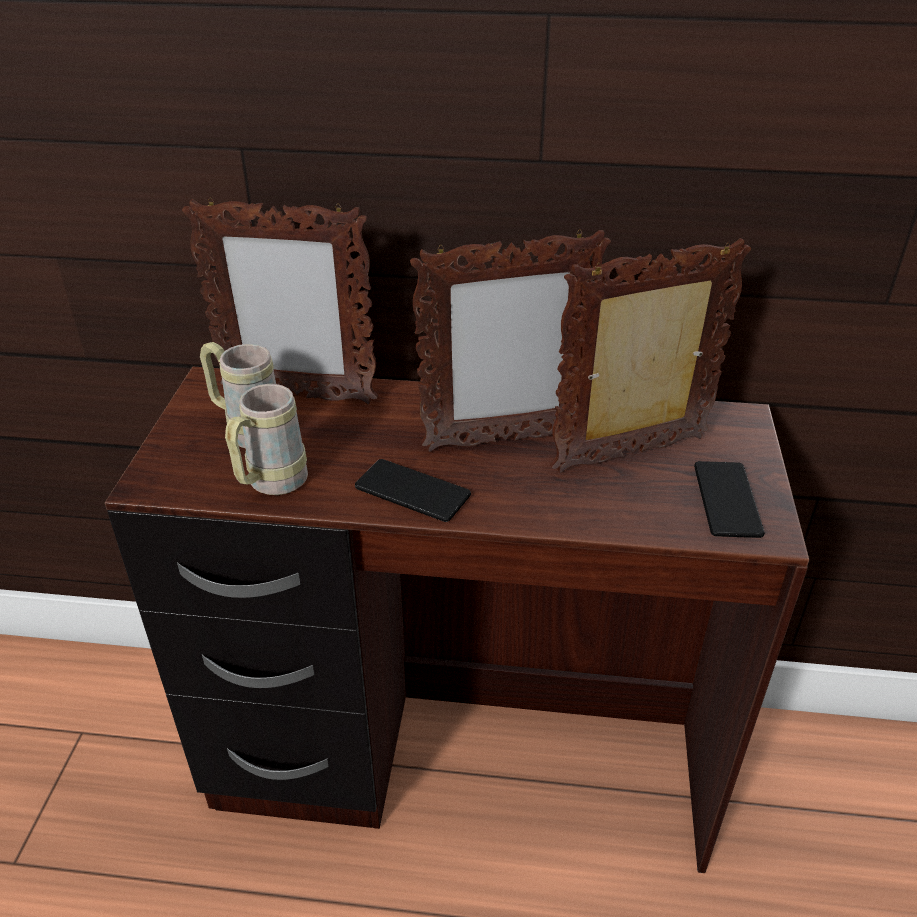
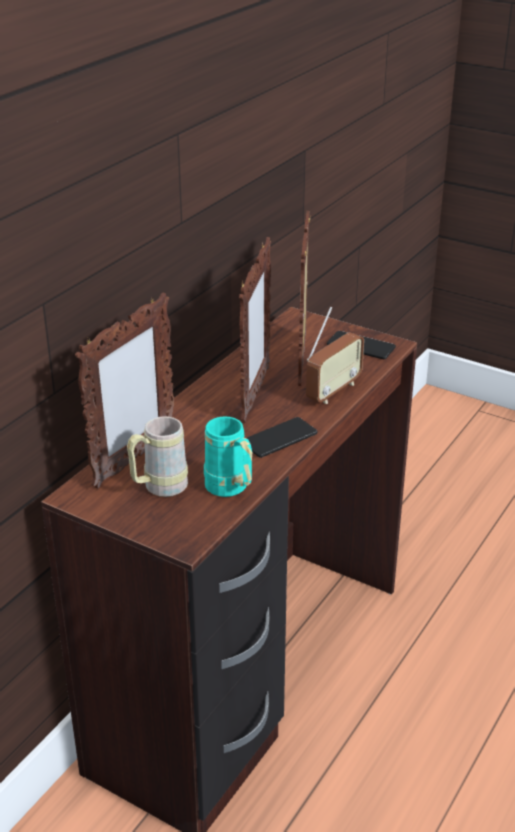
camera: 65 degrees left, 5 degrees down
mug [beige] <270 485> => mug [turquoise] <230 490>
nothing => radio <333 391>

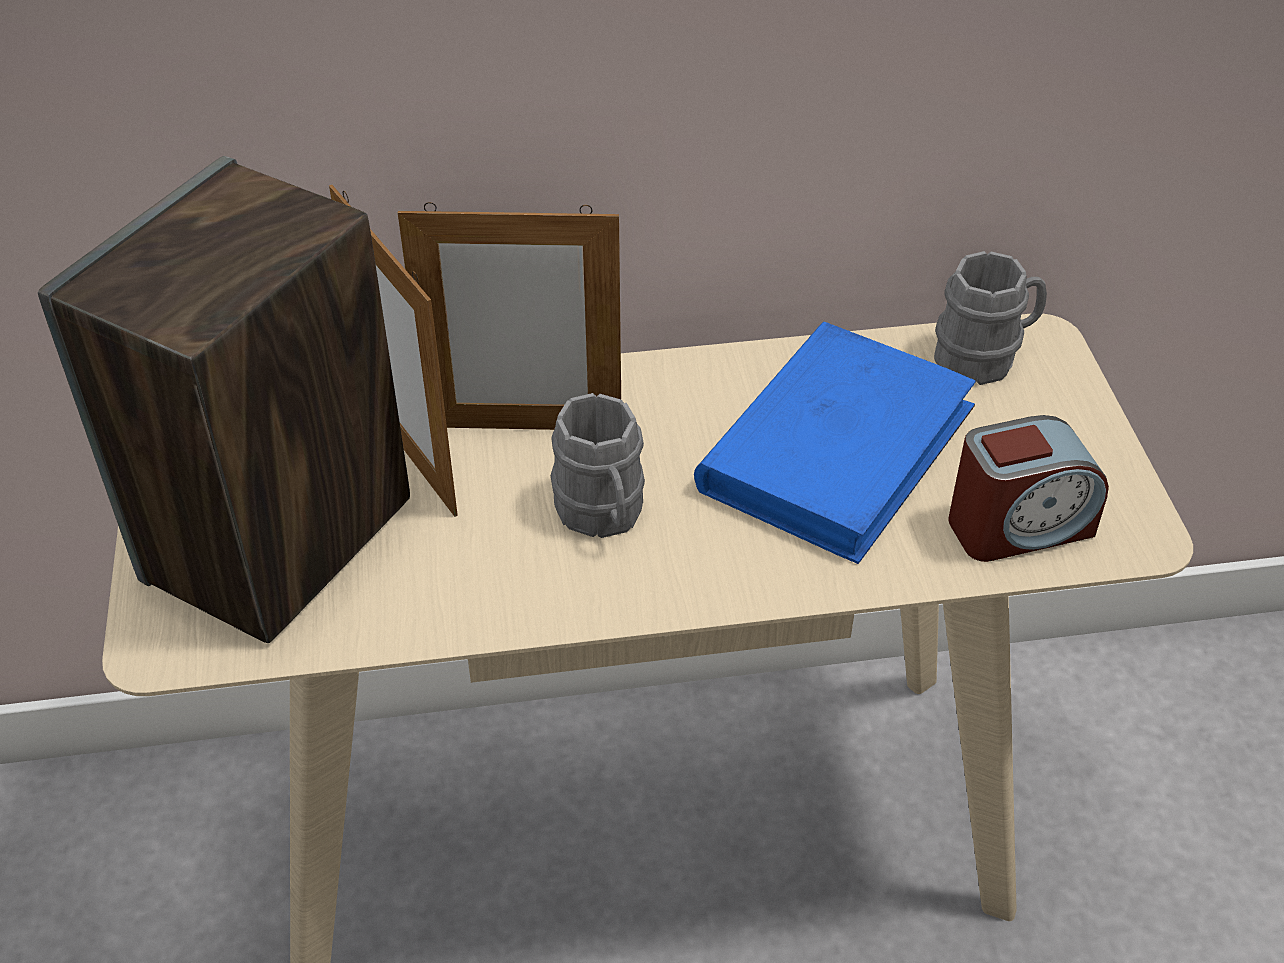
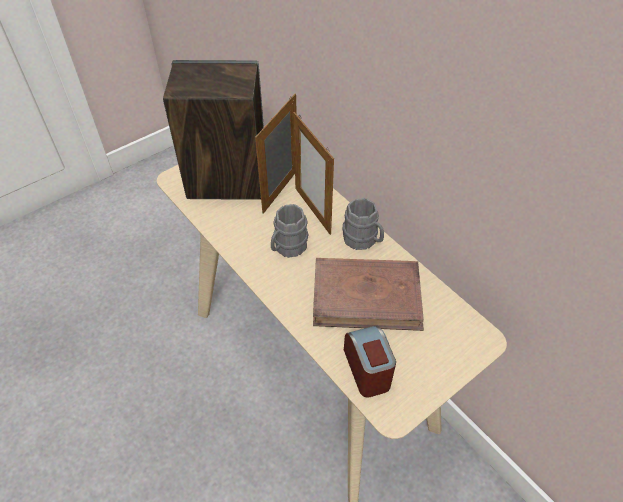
camera: 60 degrees right, 5 degrees up
livre [bleu] <837 448> => livre [marron] <367 297>
mug [gris] <985 356> => mug [gris] <363 240>, moved
réveil <1018 526> => réveil <368 369>, 150 degrees counterclockwise

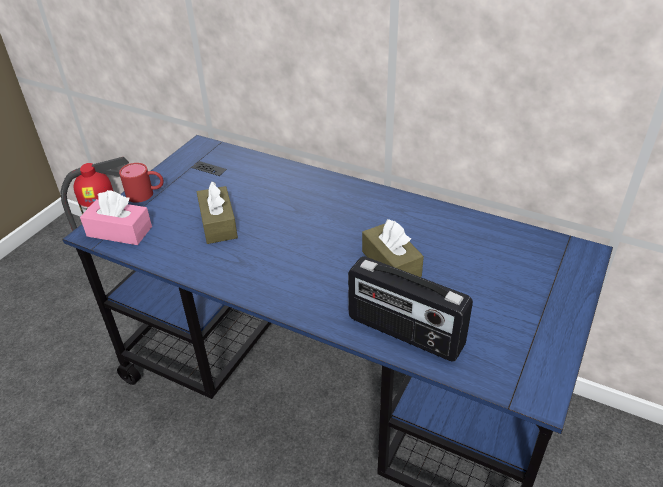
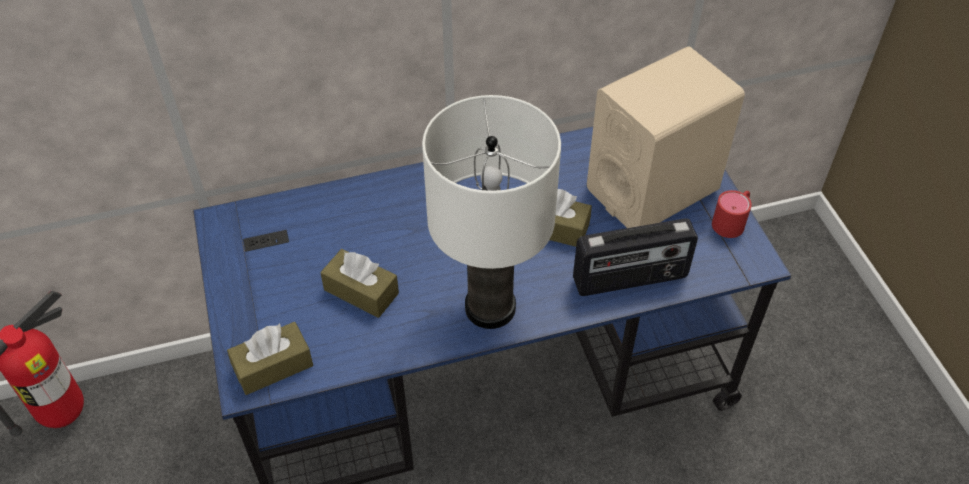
camera: 45 degrees left, 10 degrees up
boîte à mouchoirs [rose] <119 231> => boîte à mouchoirs [marron] <273 366>
nothing => lampe de table [blanc] <490 308>
nothing => enceinte [beige] <652 189>
mug [rouge] <146 194> => mug [rouge] <732 221>, moved

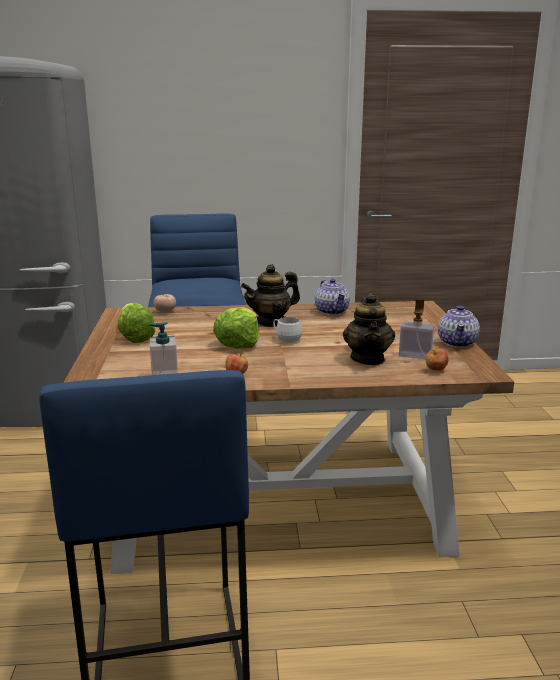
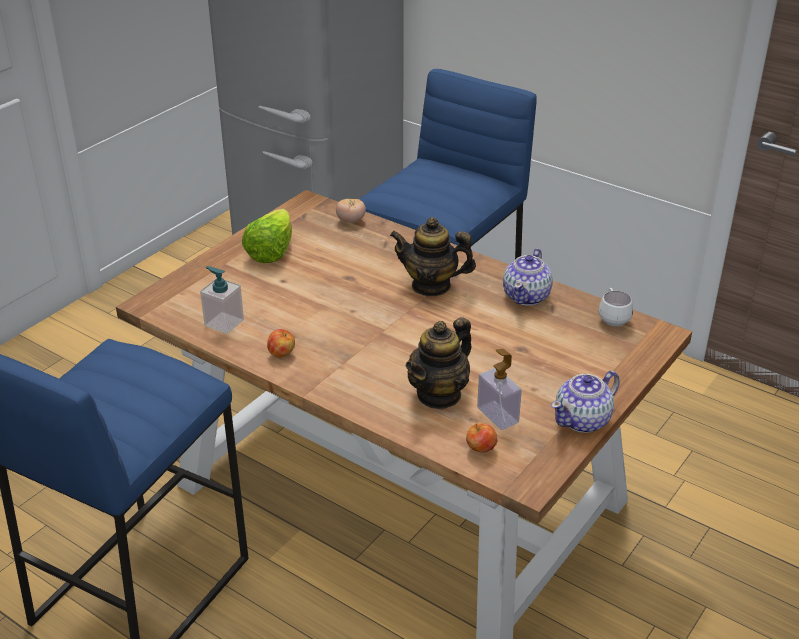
camera: 40 degrees right, 15 degrees up
mug [blanc] <285 339> => mug [blanc] <612 317>, moved
laitue <238 343> => nothing

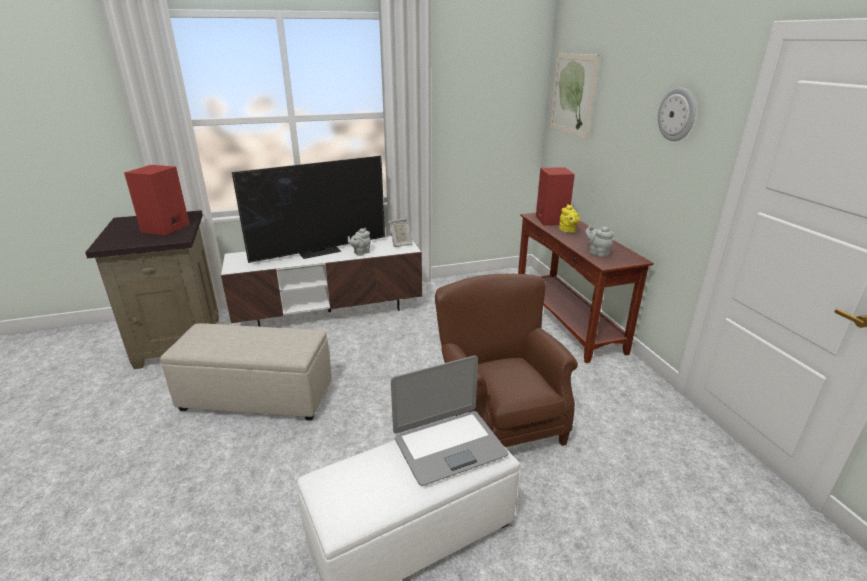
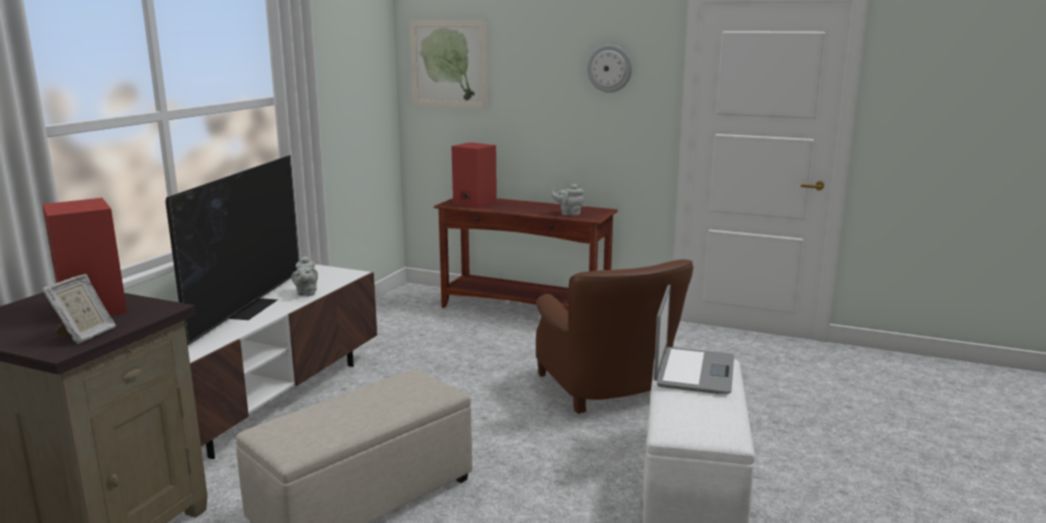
camera: 50 degrees left, 10 degrees down
cadre photo <400 244> => cadre photo <84 335>, moved
fauteuil [marron] <499 417> => fauteuil [marron] <606 390>, 135 degrees counterclockwise
théière [jaune] <568 231> => nothing

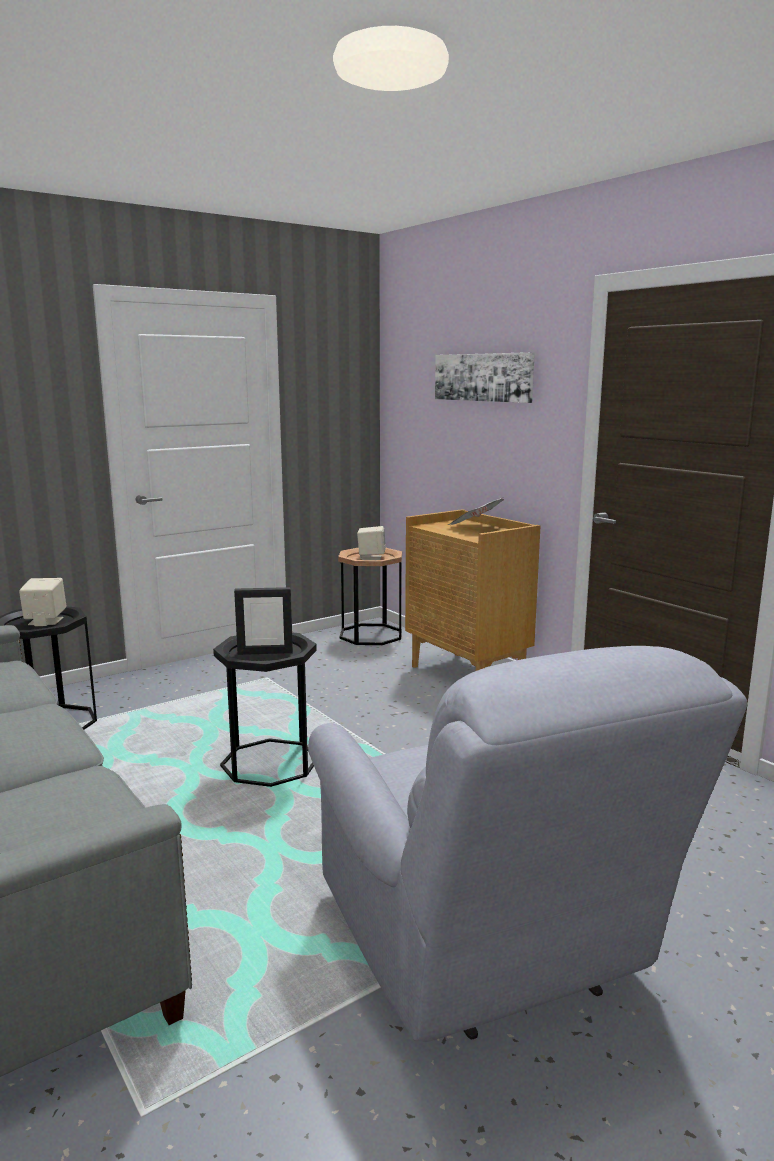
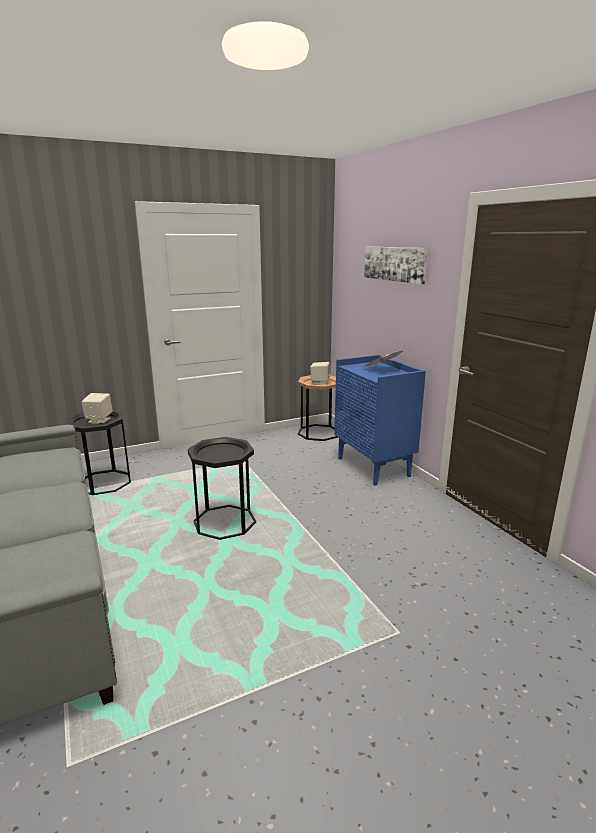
camera: 10 degrees right, 5 degrees up
meuble de rangement [marron] <467 674> => meuble de rangement [bleu] <373 467>
cadre photo <265 652> => nothing
fauteuil [gris] <488 953> => nothing

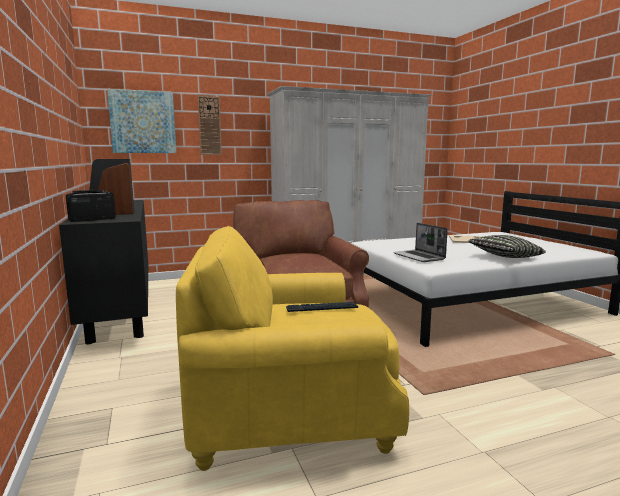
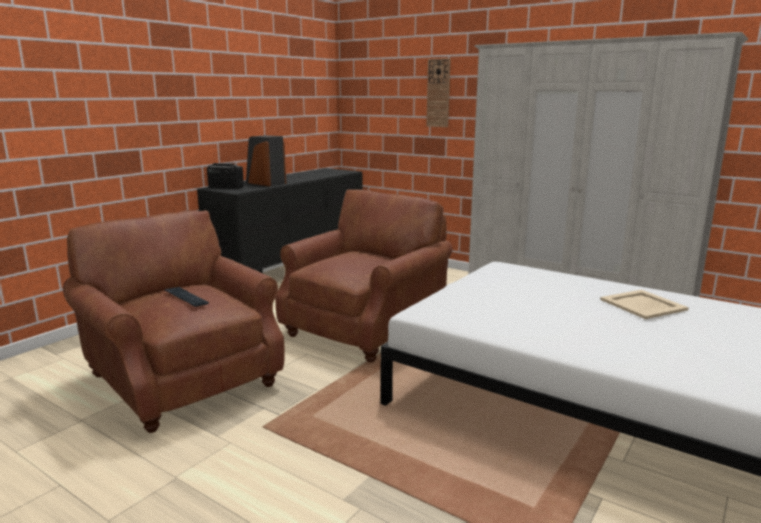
camera: 55 degrees right, 5 degrees up
fauteuil [jaune] <290 414> => fauteuil [marron] <182 380>
tableau <143 122> => nothing
ordinateur portable <419 257> => nothing
coussin <504 257> => nothing

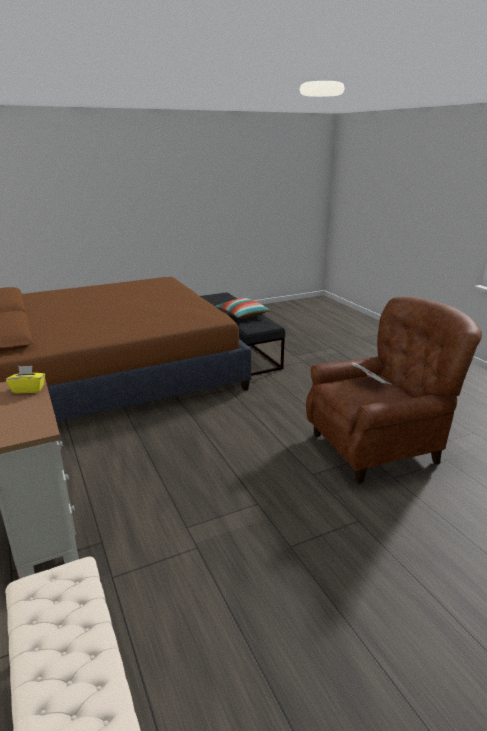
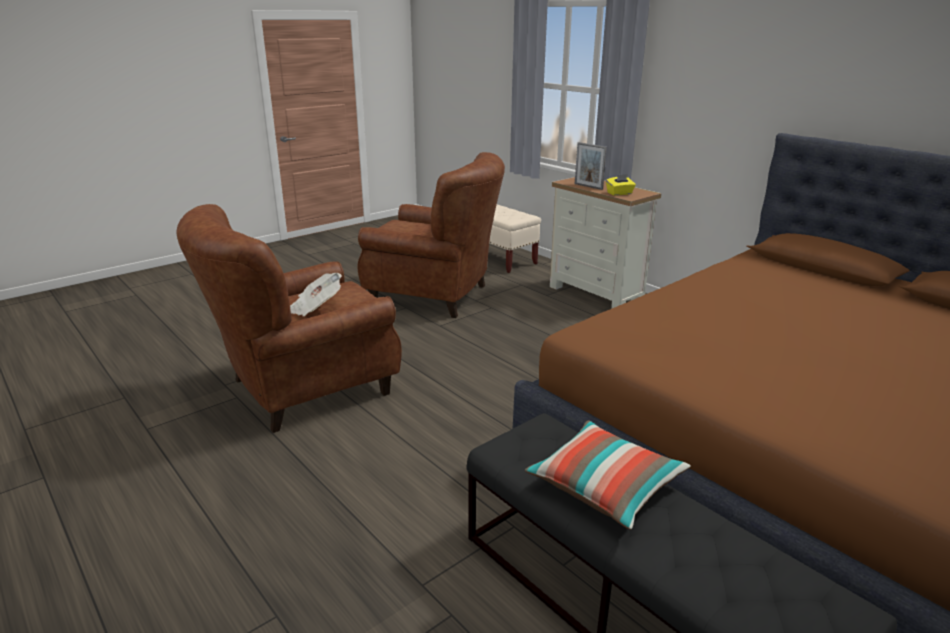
camera: 165 degrees right, 0 degrees up
nothing => fauteuil [marron] <435 296>
nothing => cadre photo <588 186>

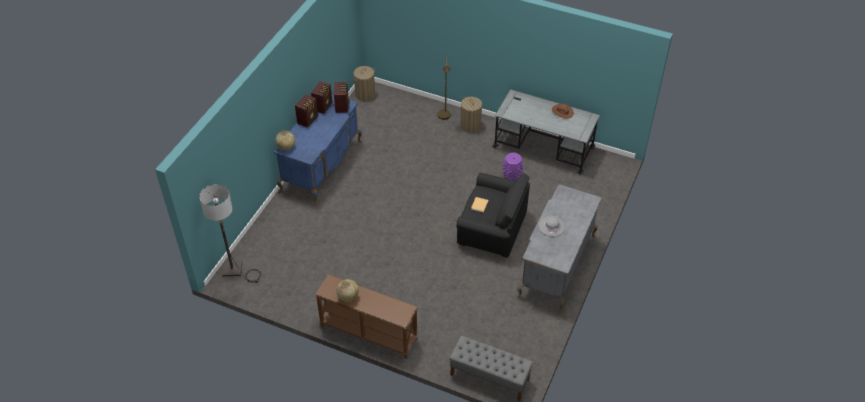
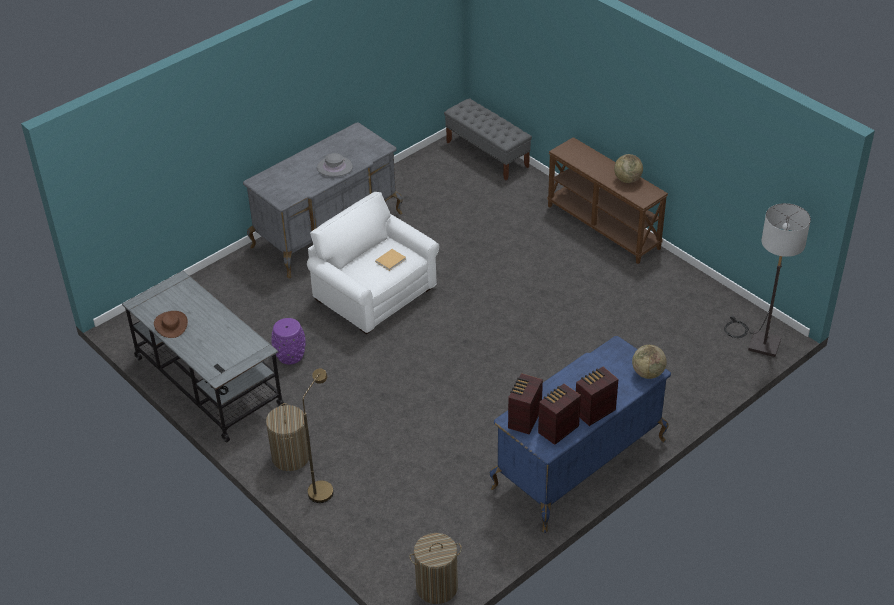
camera: 155 degrees left, 5 degrees down
fauteuil [noir] <492 228> => fauteuil [blanc] <375 293>

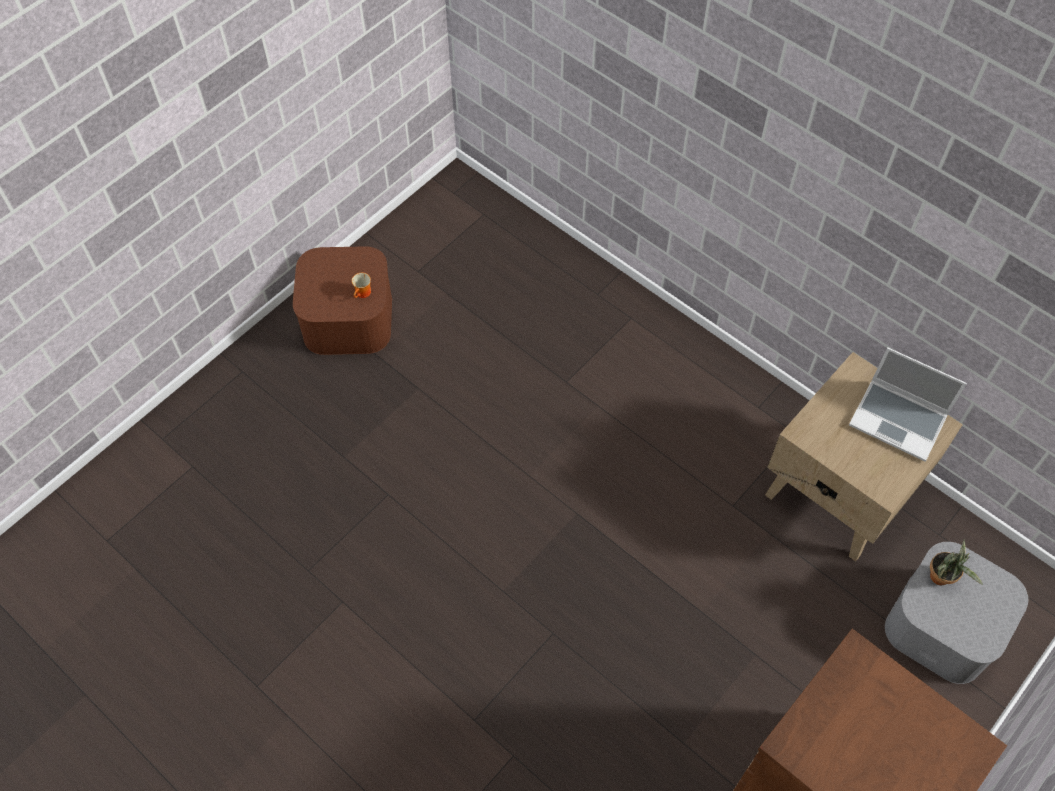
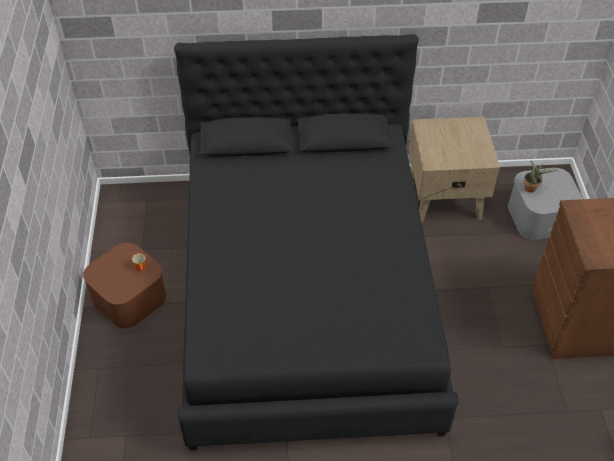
camera: 45 degrees left, 10 degrees down
nothing => lit [noir] <307 294>
ordinateur portable <899 420> => nothing

